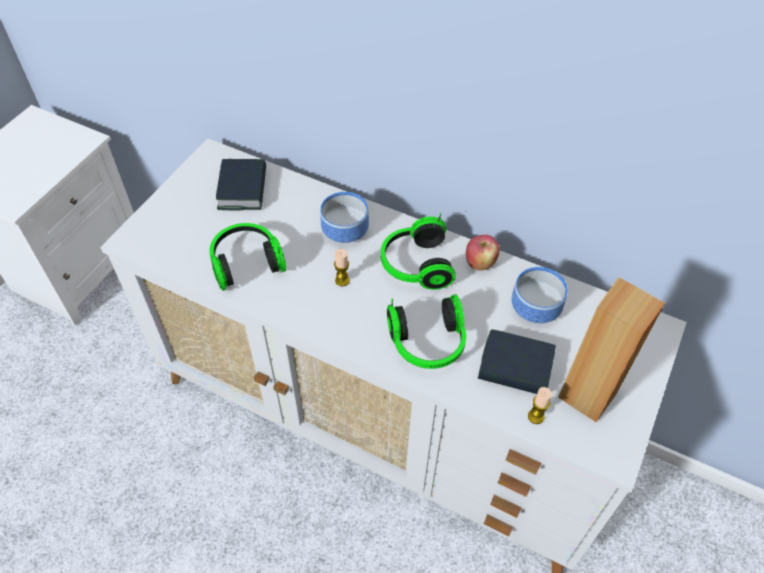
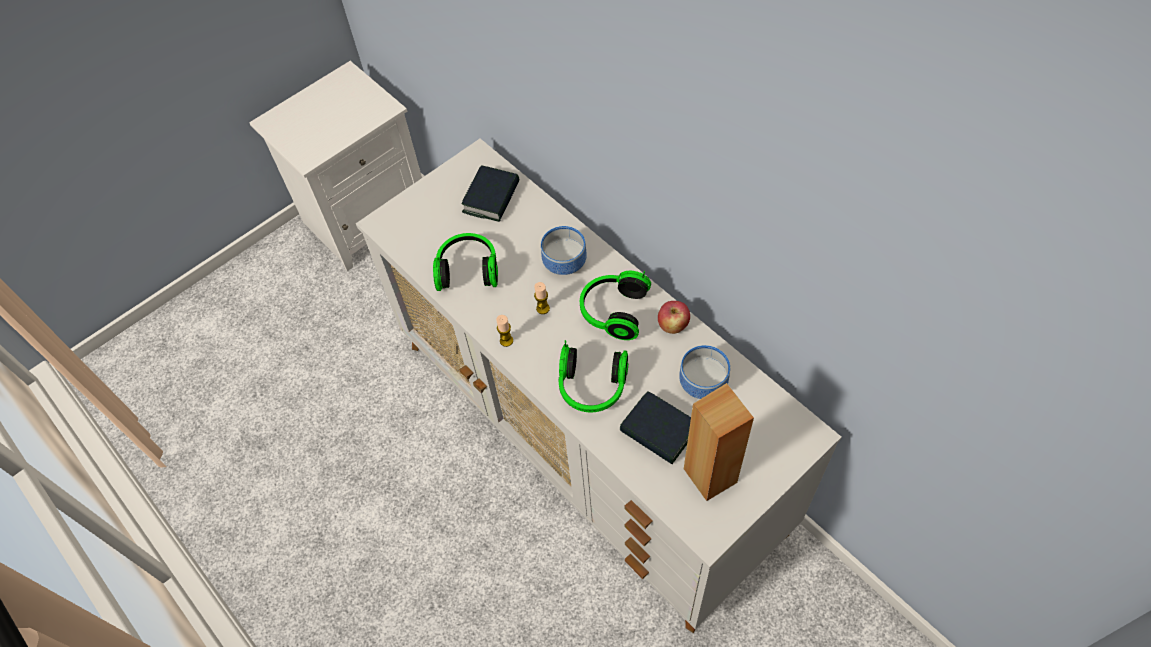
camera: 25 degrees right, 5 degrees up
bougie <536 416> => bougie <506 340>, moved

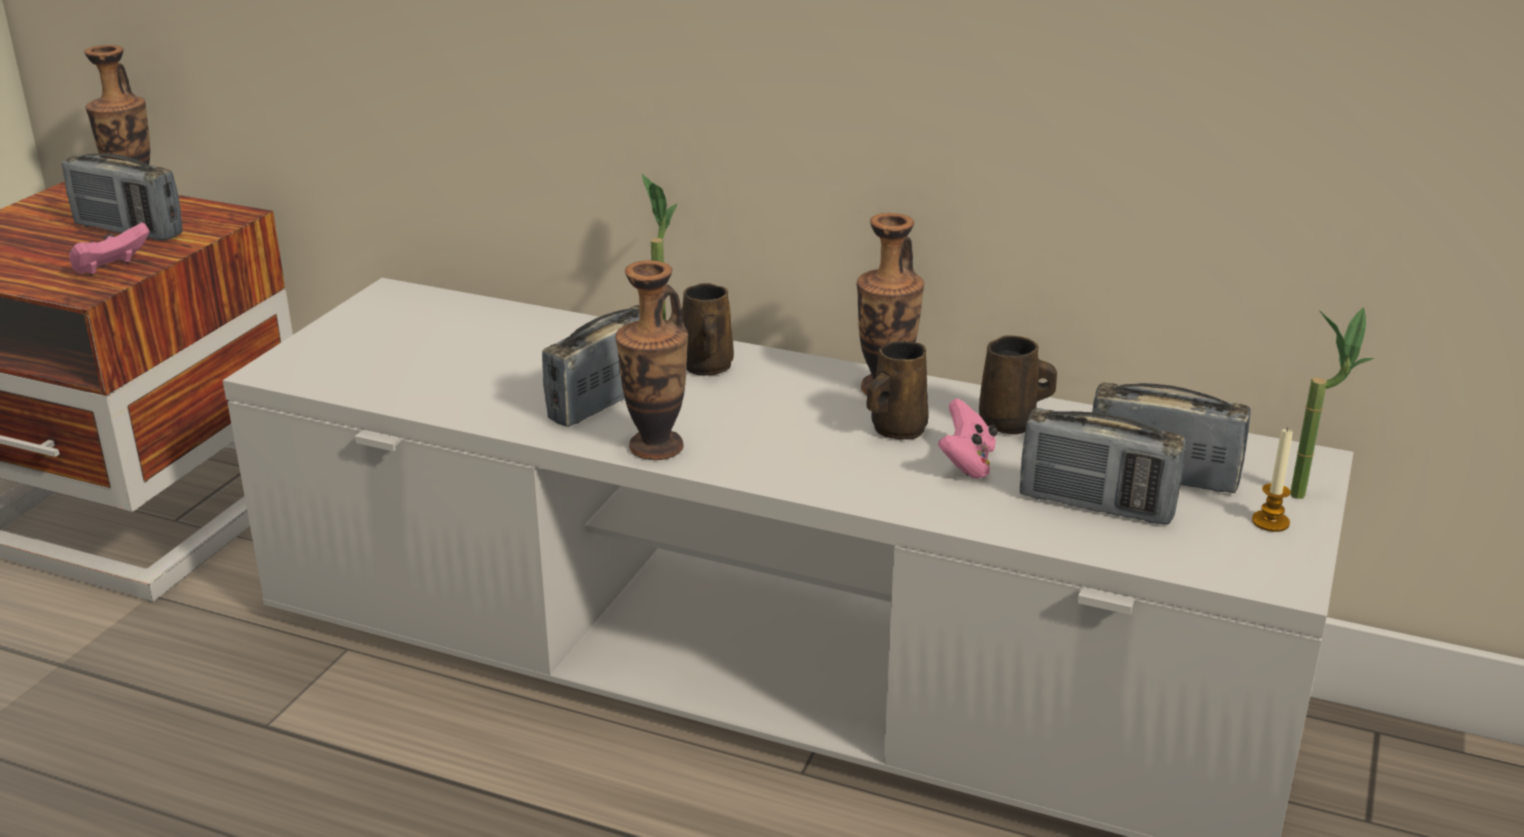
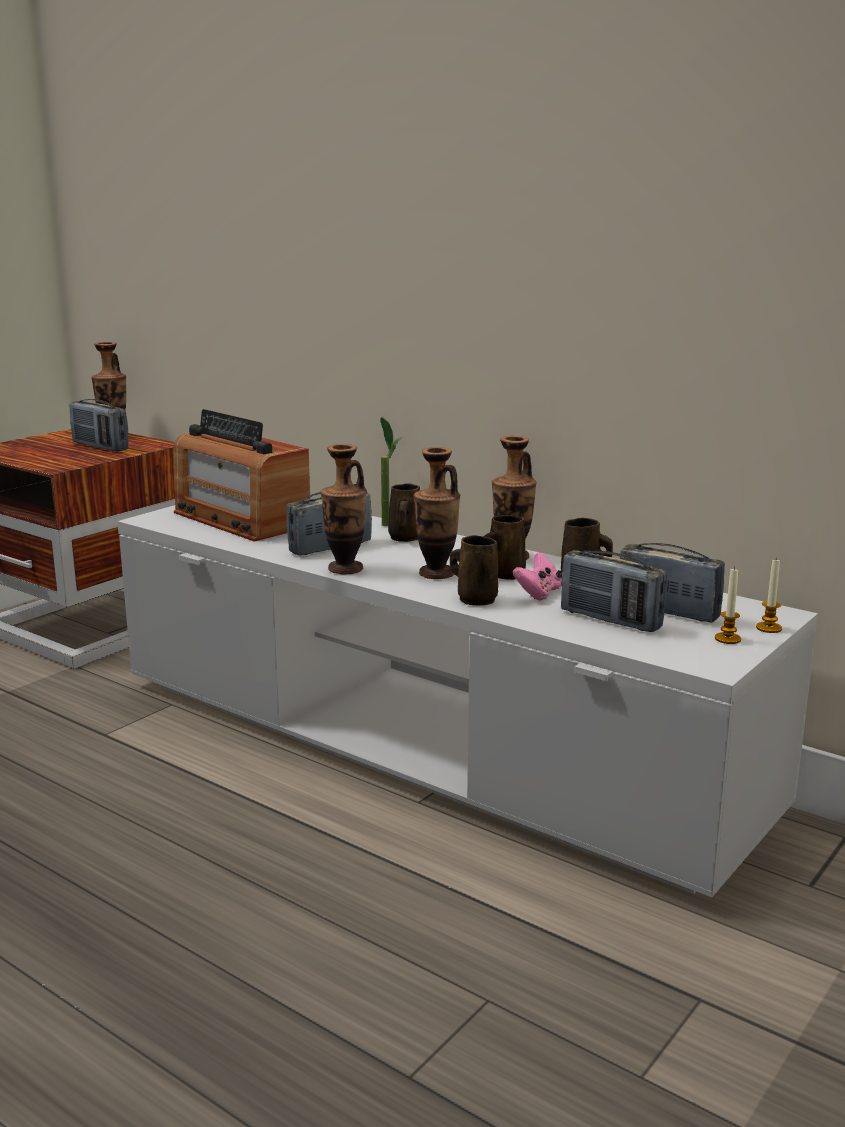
camera: 15 degrees right, 10 degrees down
nothing => radio <240 519>
nothing => vase <436 574>
nothing => mug [marron] <475 599>
plante en pot <1310 492> => bougie <768 628>
manette [rose] <111 269> => nothing

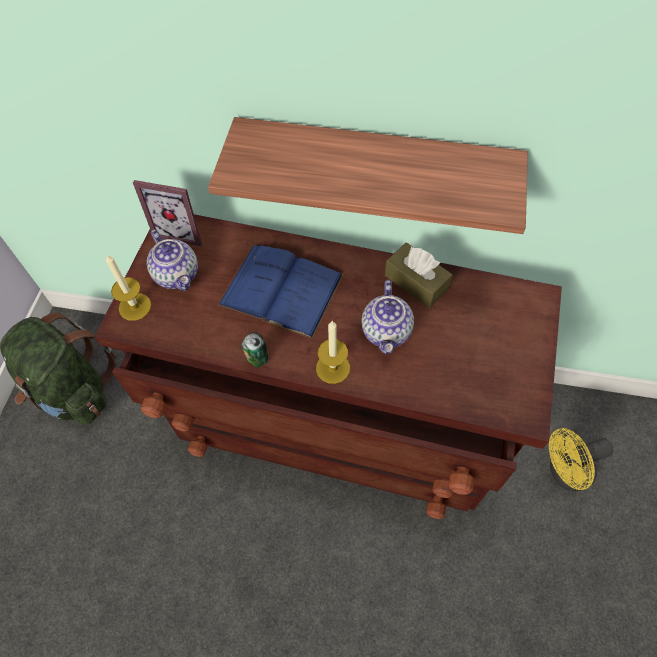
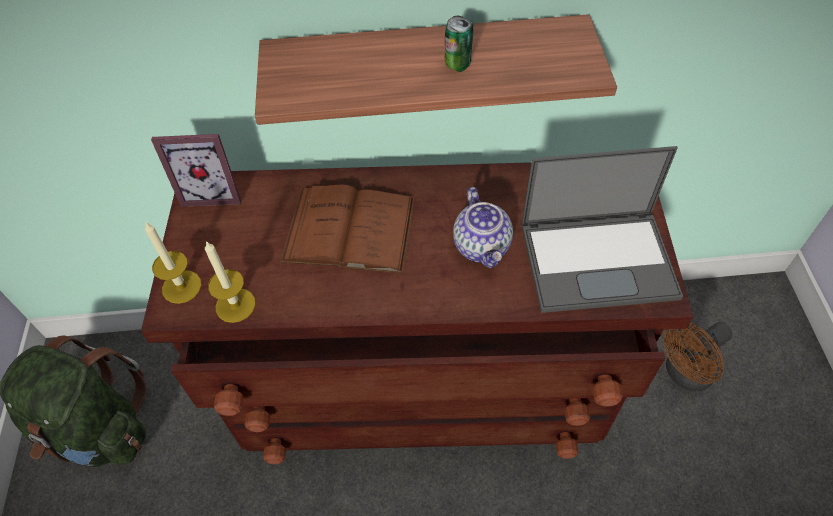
camera: 15 degrees left, 5 degrees down
bougie <333 368> => bougie <235 305>, moved
livre [bleu] <281 290> => livre [marron] <349 229>
boîte métallique <257 359> => boîte métallique <457 65>, moved
nothing => ordinateur portable <599 260>
ventilateur [jaune] <564 473> => ventilateur [marron] <684 374>
théière <177 275> => nothing
boîte à mouchoirs [marron] <416 282> => nothing

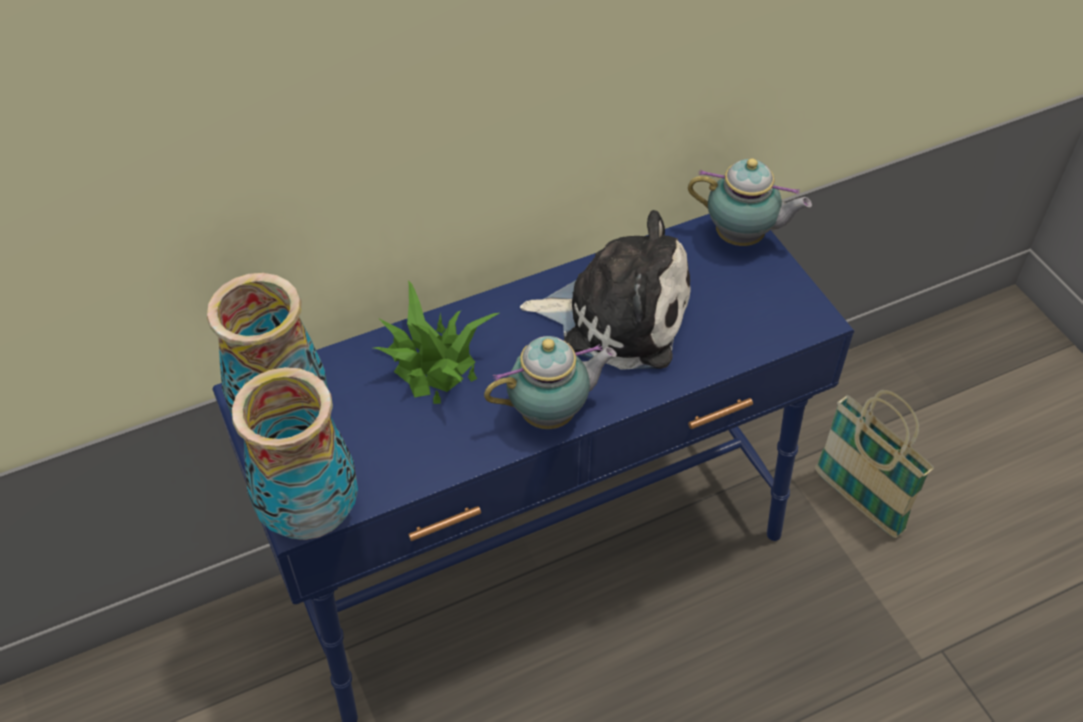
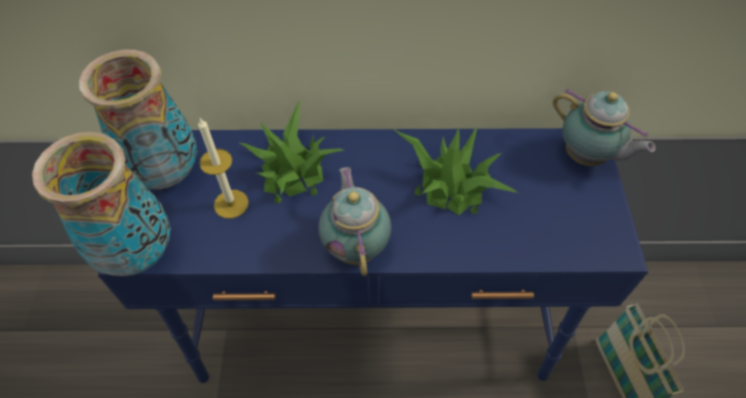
camera: 25 degrees right, 5 degrees up
nothing => bougie <231 204>
théière <552 414> => théière <356 245>, 105 degrees counterclockwise
peluche <617 315> => plante en pot <451 184>

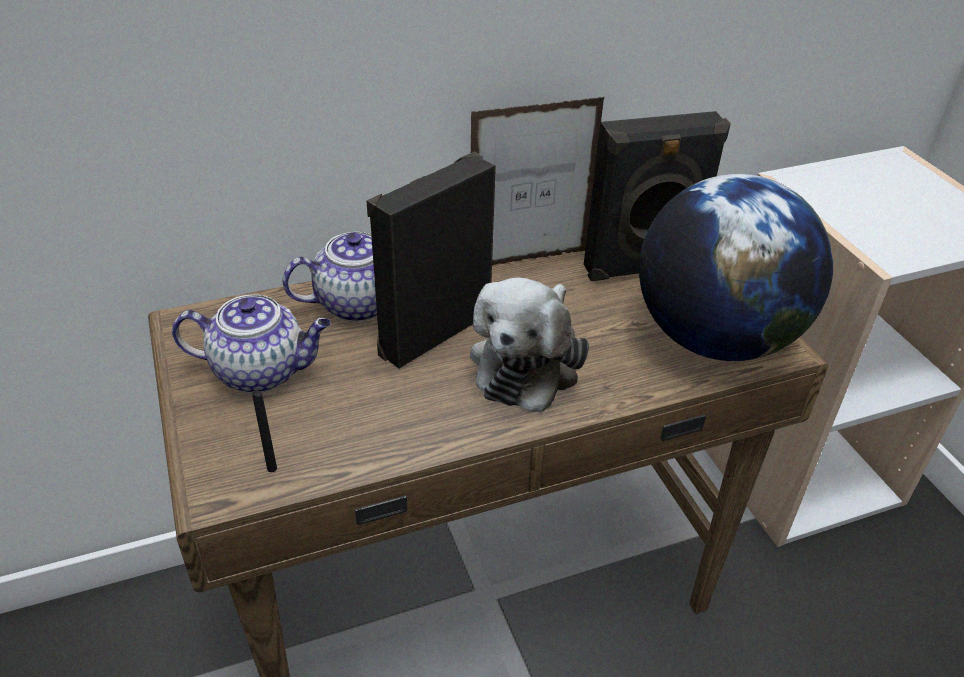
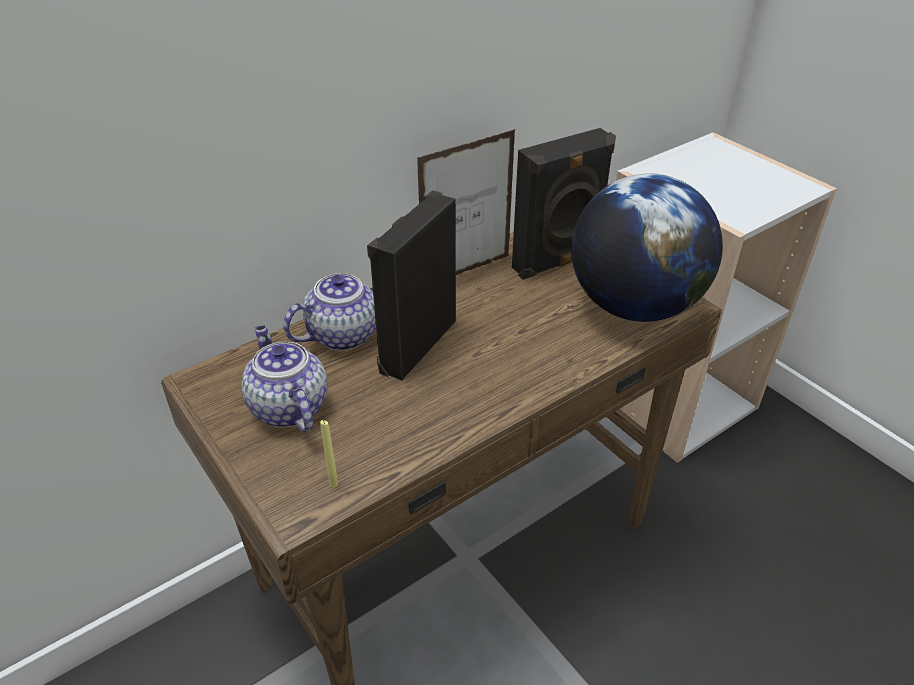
camera: 15 degrees left, 0 degrees up
théière <262 371> => théière <287 407>, 105 degrees counterclockwise
bougie [noir] <272 468> => bougie [jaune] <334 484>
peluche <527 362> => nothing

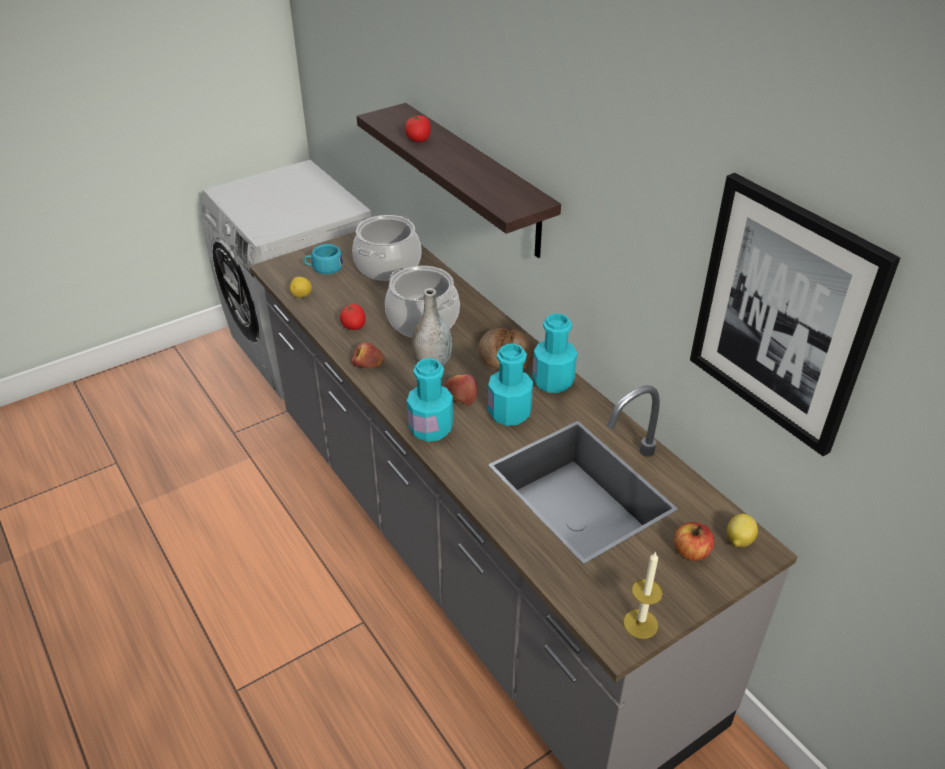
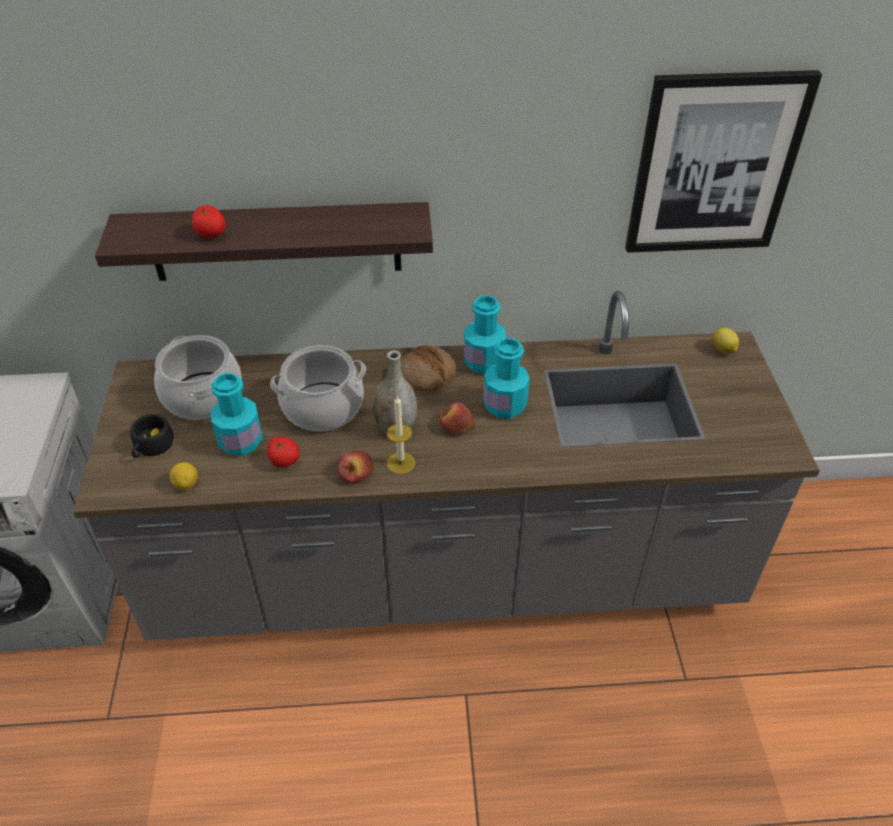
camera: 60 degrees left, 5 degrees up
tasse [turquoise] <324 268> => tasse [noir] <151 447>
bouteille [turquoise] <431 428> => bouteille [turquoise] <240 441>, moved
bougie <640 624> => bougie <401 463>, moved
pomme <691 552> => nothing

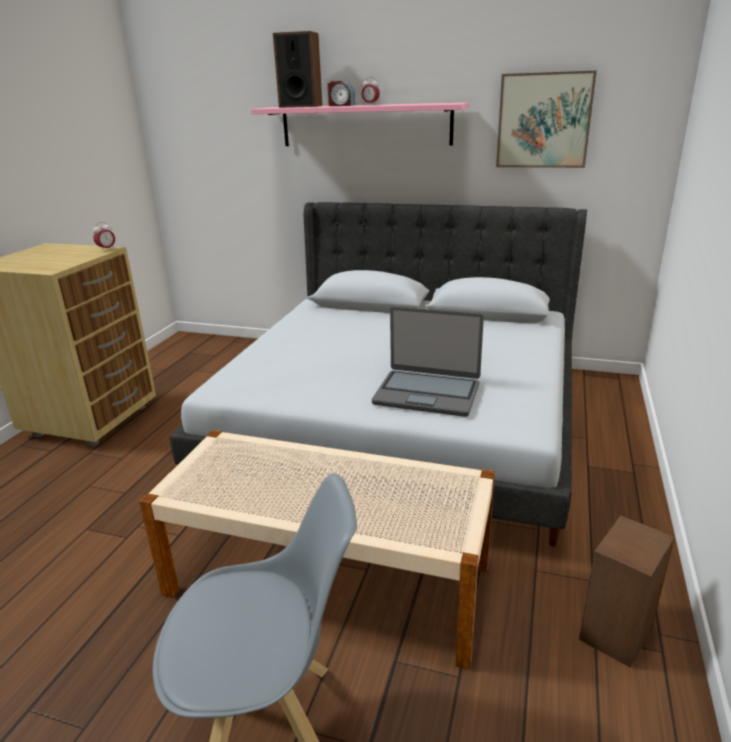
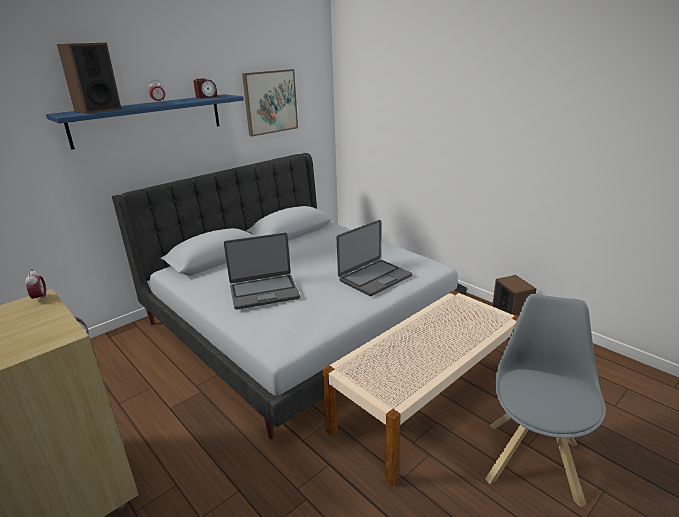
camera: 60 degrees left, 0 degrees up
étagère [rose] <365 125> => étagère [bleu] <149 120>
réveil <341 105> => réveil <206 97>, moved
nothing => ordinateur portable <264 292>

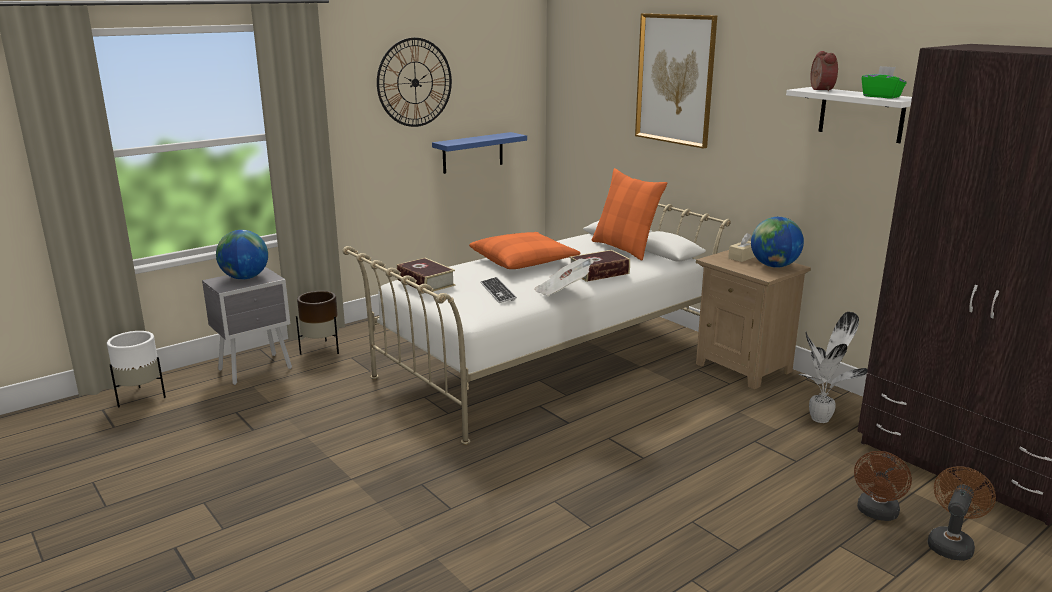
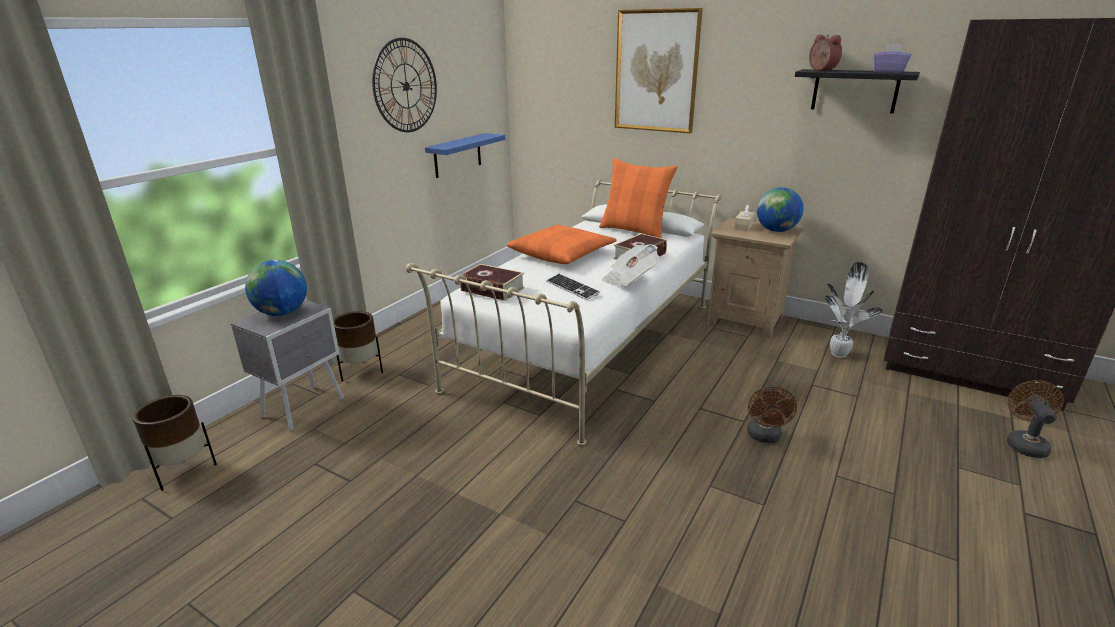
camera: 20 degrees left, 5 degrees up
cache-pot [blanc] <141 397> => cache-pot [marron] <185 471>
ventilateur [marron] <876 514> => ventilateur [marron] <765 437>, moved
étagère [blanc] <861 114> => étagère [noir] <854 91>
boîte à mouchoirs [vert] <881 96> => boîte à mouchoirs [violet] <887 72>

